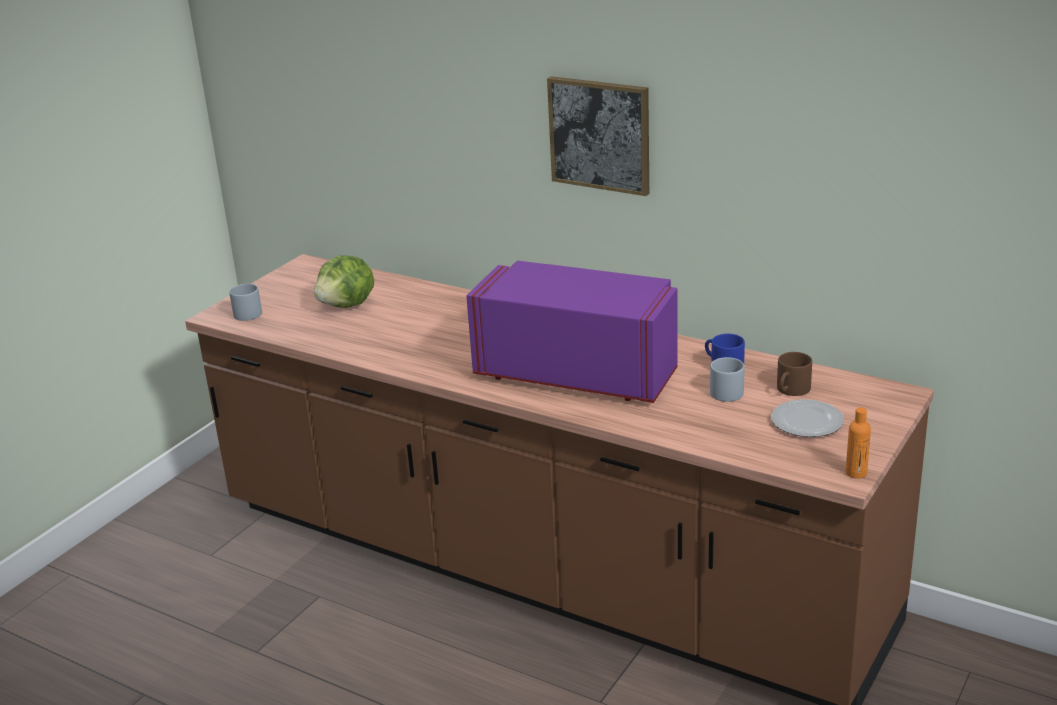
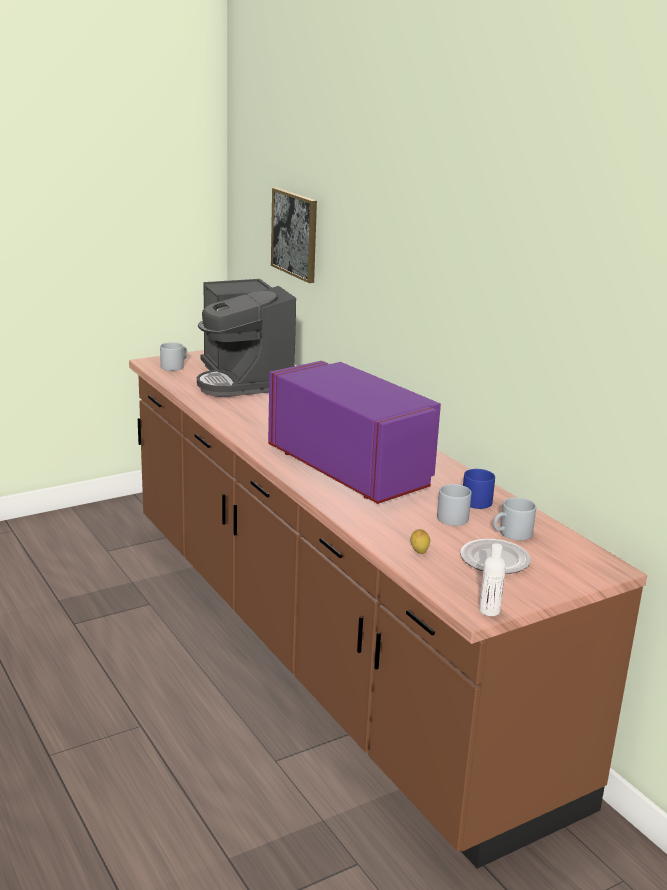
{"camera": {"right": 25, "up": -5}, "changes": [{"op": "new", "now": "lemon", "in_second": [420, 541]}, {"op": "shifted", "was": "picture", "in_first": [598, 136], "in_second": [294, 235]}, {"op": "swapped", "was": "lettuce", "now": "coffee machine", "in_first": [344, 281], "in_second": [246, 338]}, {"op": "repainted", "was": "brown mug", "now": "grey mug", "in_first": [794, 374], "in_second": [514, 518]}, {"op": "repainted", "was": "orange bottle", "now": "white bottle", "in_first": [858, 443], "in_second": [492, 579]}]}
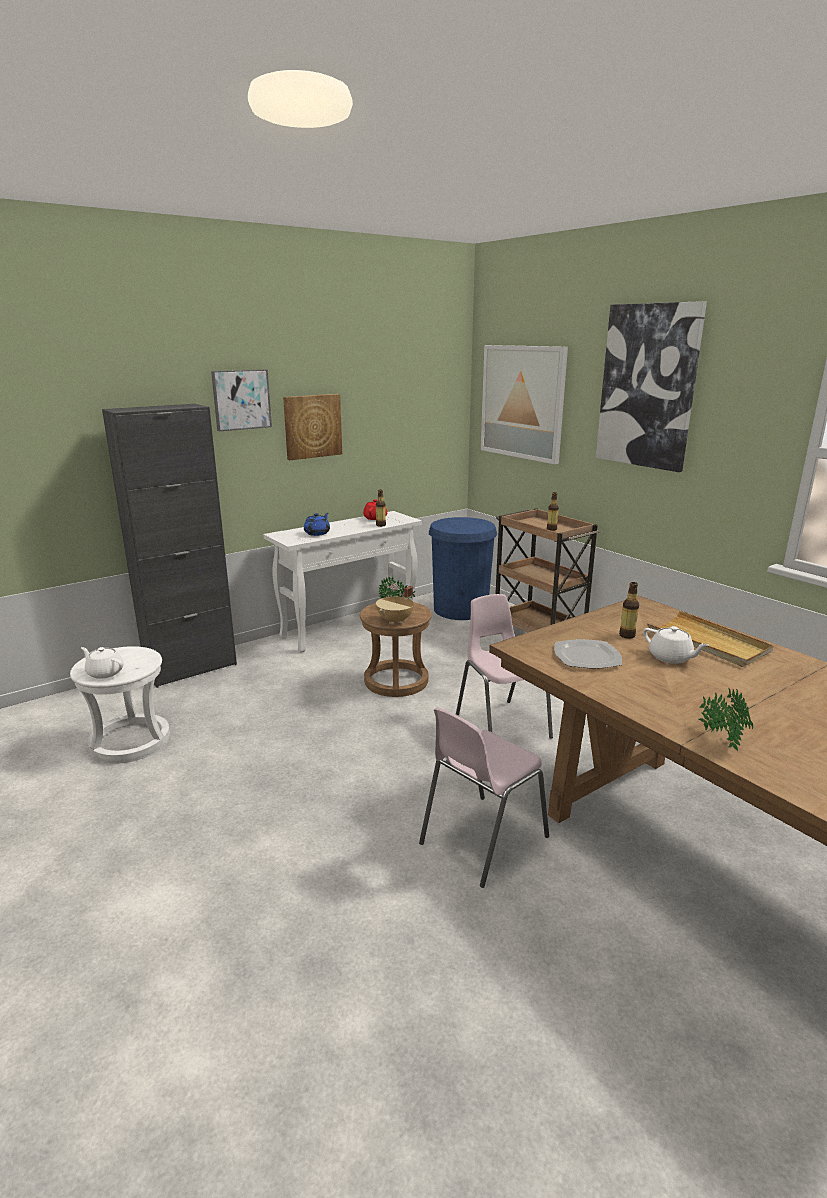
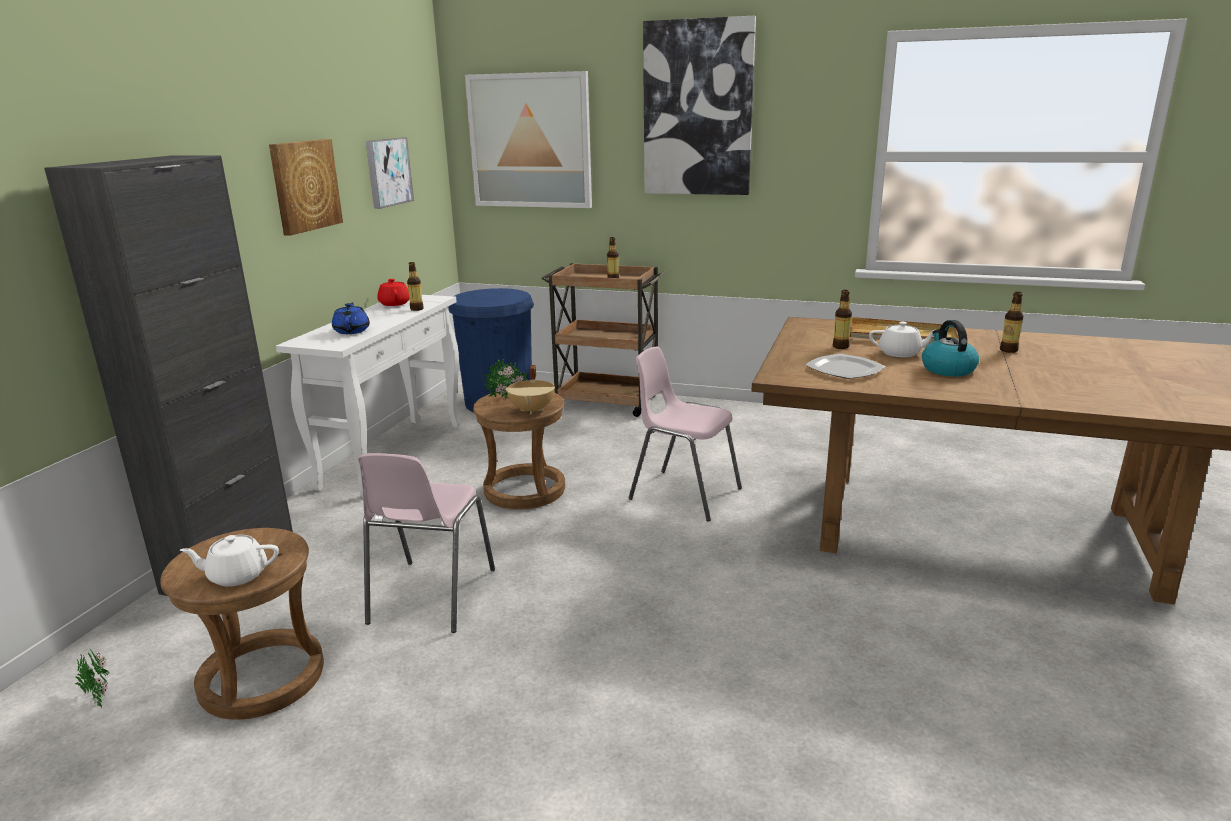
{"camera": {"right": -35, "up": 0}, "changes": [{"op": "new", "now": "kettle", "in_second": [950, 348]}, {"op": "new", "now": "bottle", "in_second": [1011, 322]}, {"op": "shifted", "was": "picture", "in_first": [241, 400], "in_second": [390, 173]}, {"op": "shifted", "was": "pink chair", "in_first": [484, 797], "in_second": [426, 543]}, {"op": "shifted", "was": "potted plant", "in_first": [726, 719], "in_second": [92, 678]}, {"op": "repainted", "was": "white stool", "now": "brown stool", "in_first": [120, 704], "in_second": [242, 624]}]}
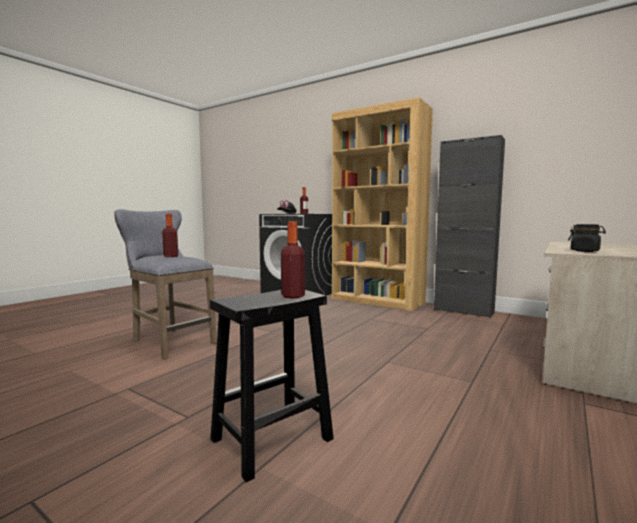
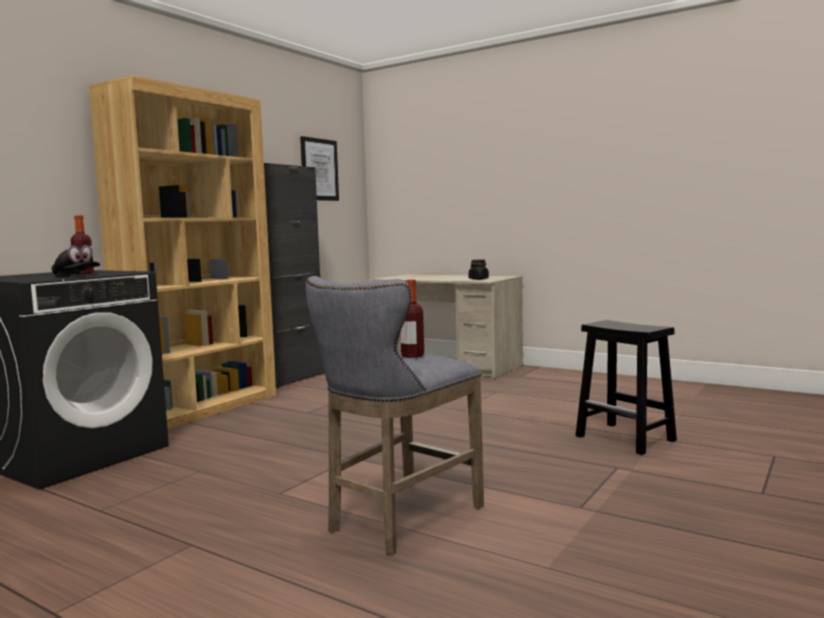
{"camera": {"right": -90, "up": 0}, "changes": [{"op": "gone", "was": "bottle", "in_first": [293, 260]}, {"op": "new", "now": "picture", "in_second": [319, 168]}]}
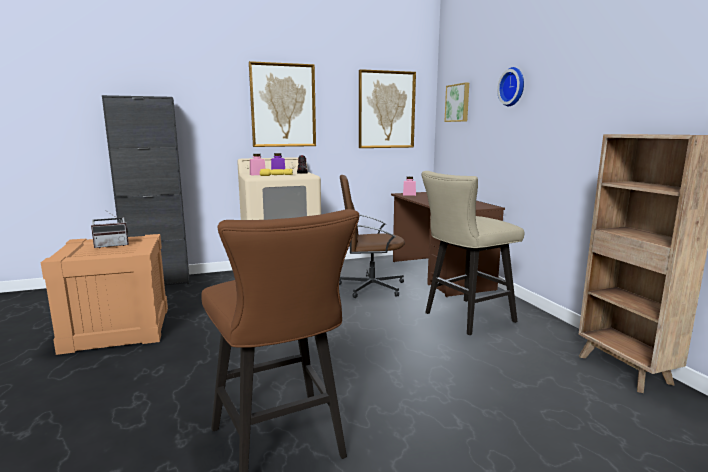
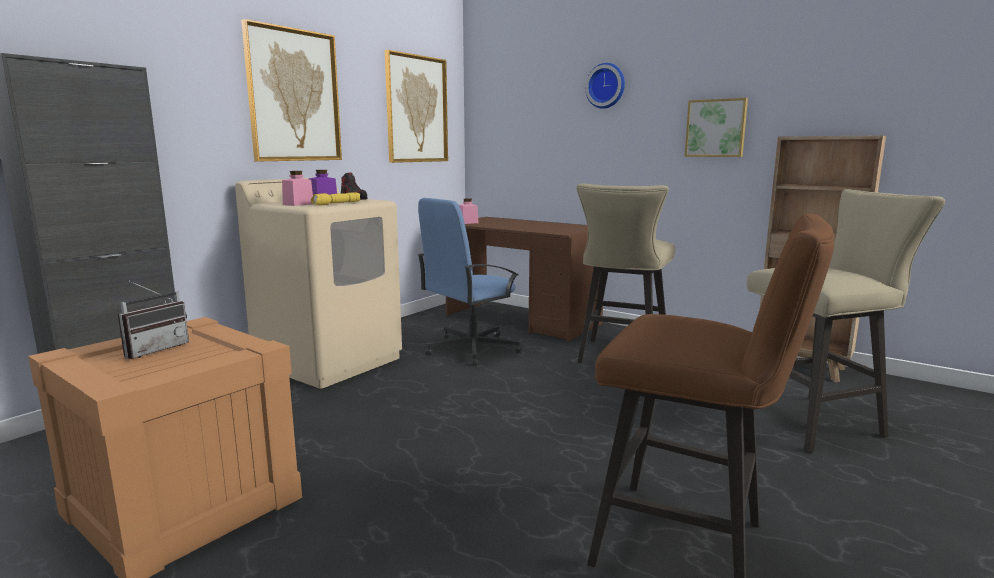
{"camera": {"right": -35, "up": 0}, "changes": [{"op": "new", "now": "beige stool", "in_second": [846, 321]}, {"op": "shifted", "was": "picture", "in_first": [456, 102], "in_second": [716, 127]}, {"op": "repainted", "was": "brown office chair", "now": "blue office chair", "in_first": [372, 236], "in_second": [470, 281]}]}
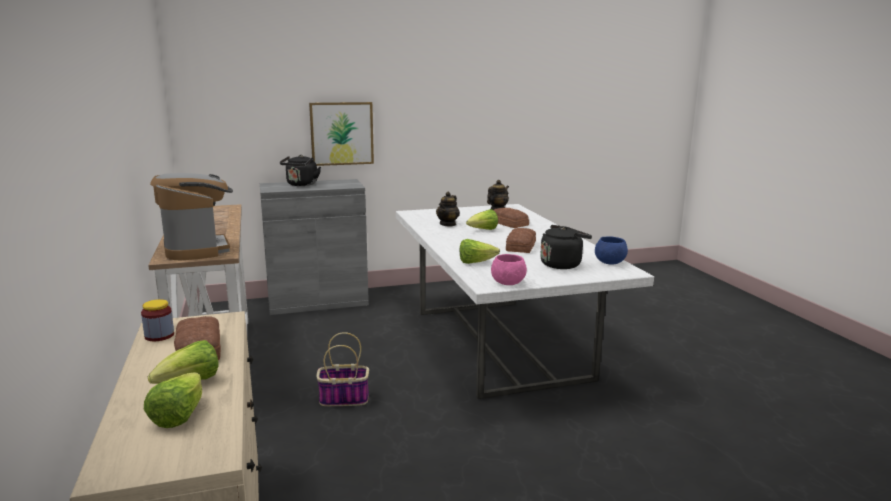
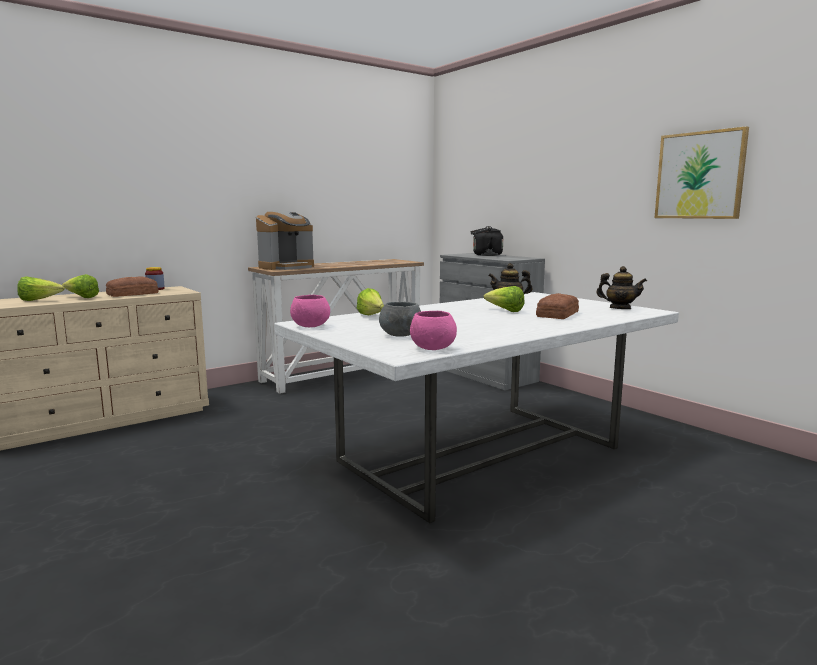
{"camera": {"right": 70, "up": -5}, "changes": [{"op": "gone", "was": "basket", "in_first": [342, 369]}, {"op": "gone", "was": "bread", "in_first": [521, 240]}, {"op": "shifted", "was": "picture", "in_first": [341, 134], "in_second": [702, 172]}, {"op": "swapped", "was": "black kettle", "now": "grey bowl", "in_first": [566, 247], "in_second": [400, 319]}, {"op": "repainted", "was": "blue bowl", "now": "pink bowl", "in_first": [611, 250], "in_second": [433, 330]}]}
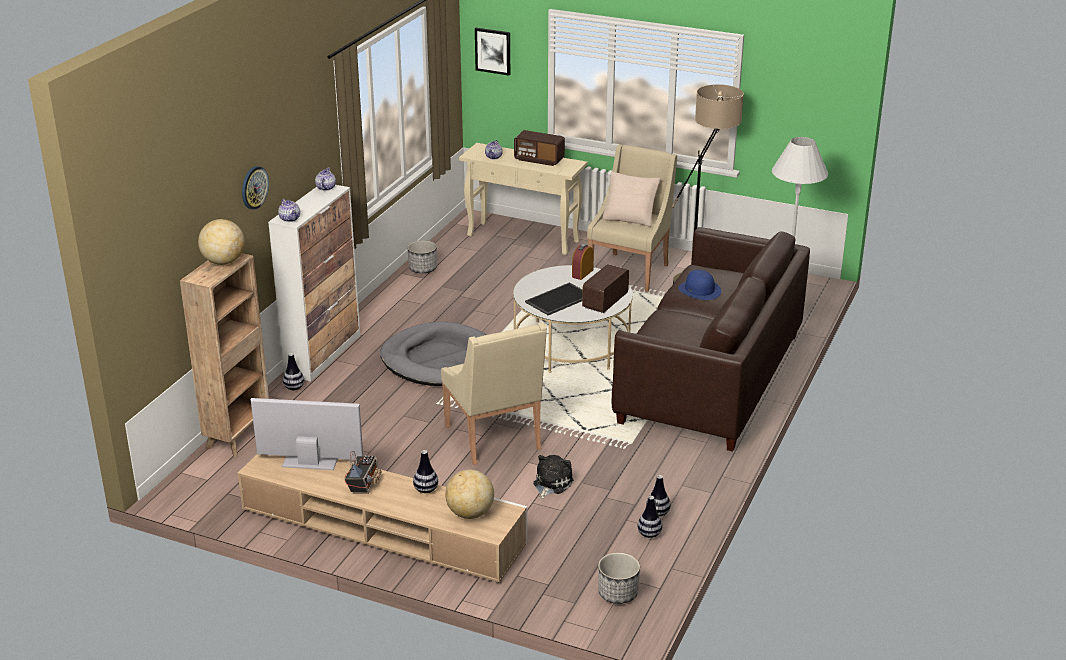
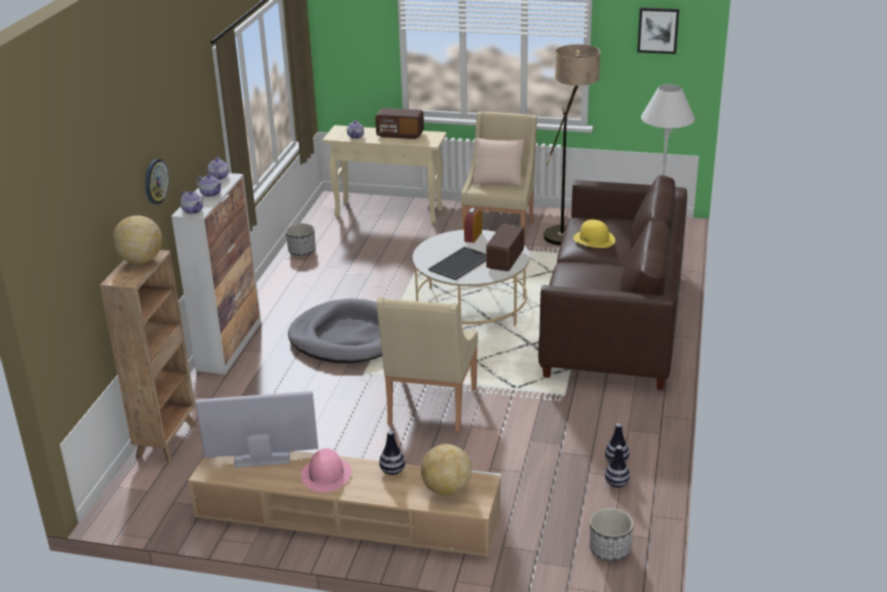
{"camera": {"right": -10, "up": 0}, "changes": [{"op": "gone", "was": "vase", "in_first": [293, 372]}, {"op": "gone", "was": "plush toy", "in_first": [553, 477]}, {"op": "new", "now": "teapot", "in_second": [209, 186]}, {"op": "shifted", "was": "picture", "in_first": [492, 51], "in_second": [658, 30]}, {"op": "swapped", "was": "radio", "now": "pink hat", "in_first": [363, 472], "in_second": [326, 470]}, {"op": "repainted", "was": "blue hat", "now": "yellow hat", "in_first": [700, 285], "in_second": [594, 234]}, {"op": "rotated", "was": "beige armchair", "in_first": [494, 393], "in_second": [427, 364], "clockwise": 45}]}
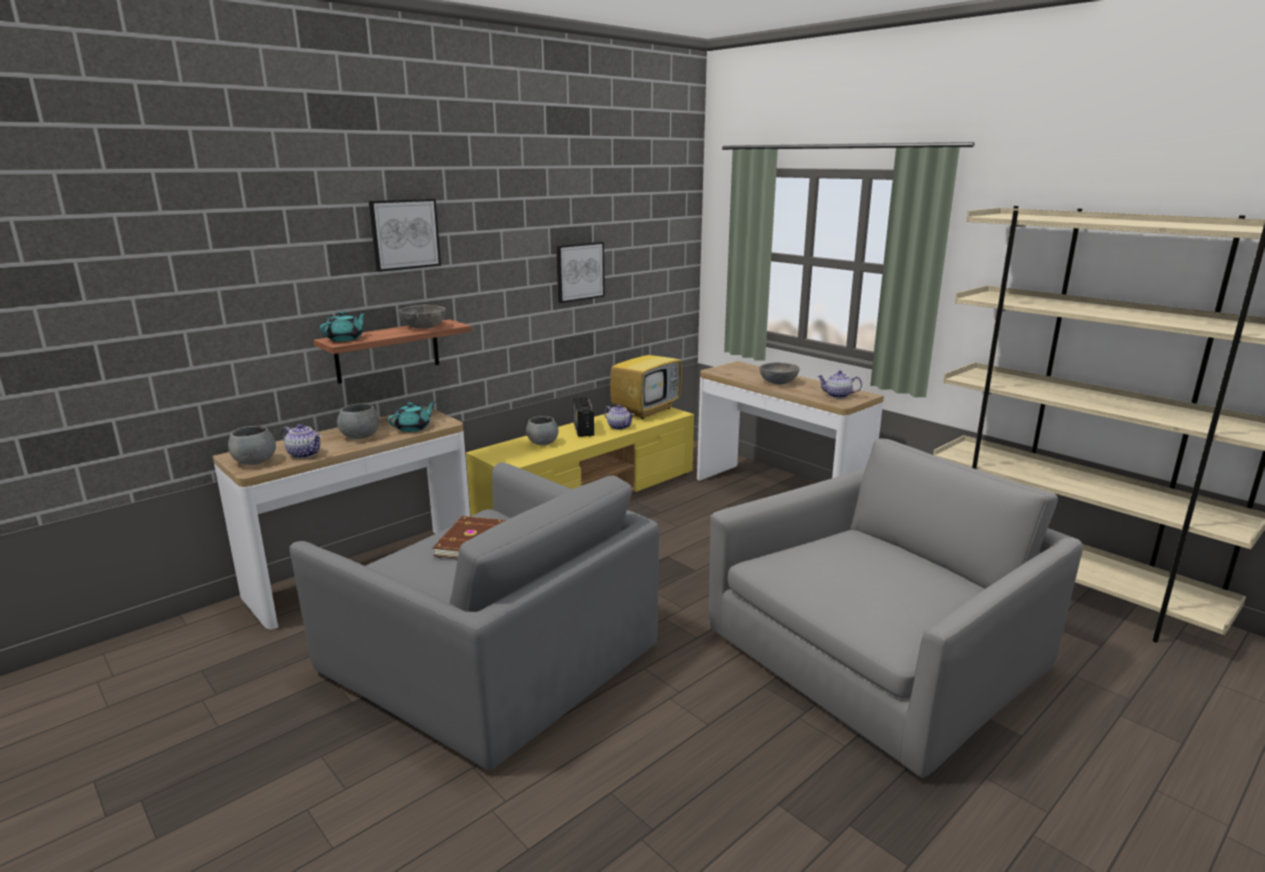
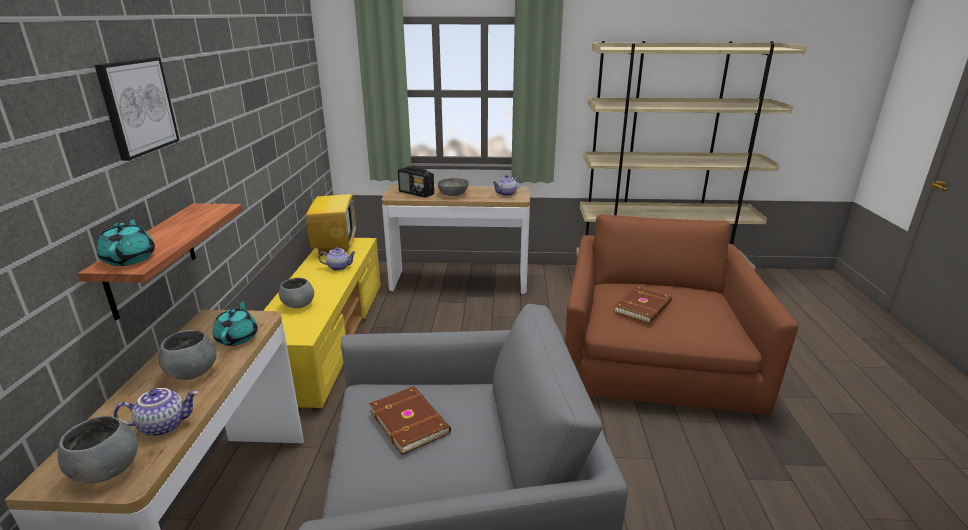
{"camera": {"right": -45, "up": 5}, "changes": [{"op": "gone", "was": "grey bowl", "in_first": [422, 317]}, {"op": "gone", "was": "picture", "in_first": [580, 272]}, {"op": "new", "now": "brown book", "in_second": [643, 305]}, {"op": "shifted", "was": "radio", "in_first": [583, 416], "in_second": [416, 182]}, {"op": "repainted", "was": "grey armchair", "now": "brown armchair", "in_first": [896, 608], "in_second": [681, 315]}]}
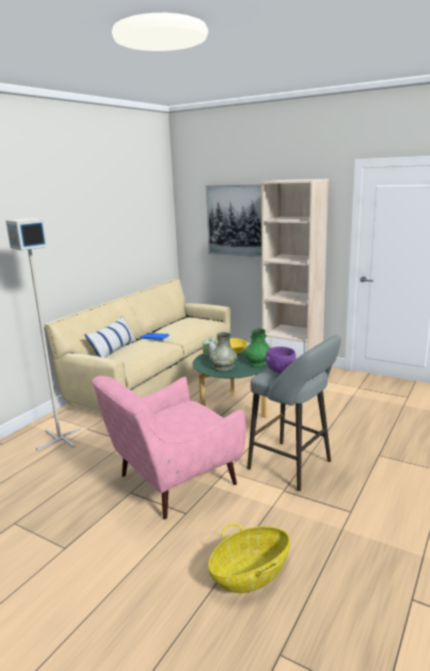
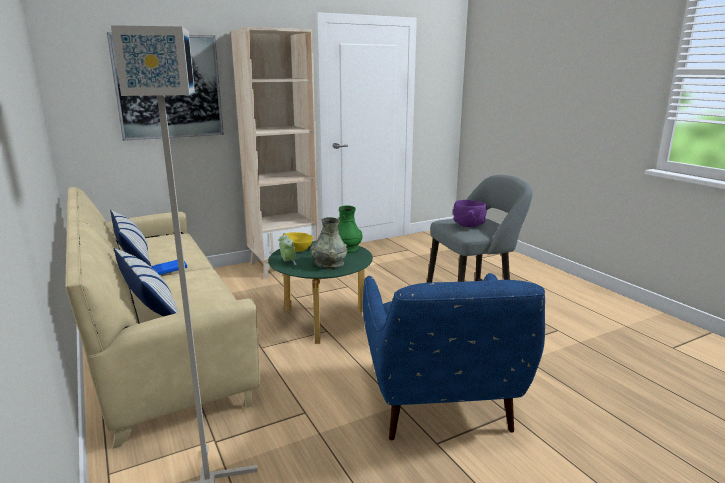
{"camera": {"right": -60, "up": 0}, "changes": [{"op": "gone", "was": "basket", "in_first": [249, 558]}, {"op": "new", "now": "pillow", "in_second": [130, 238]}, {"op": "repainted", "was": "pink armchair", "now": "blue armchair", "in_first": [169, 447], "in_second": [454, 356]}]}
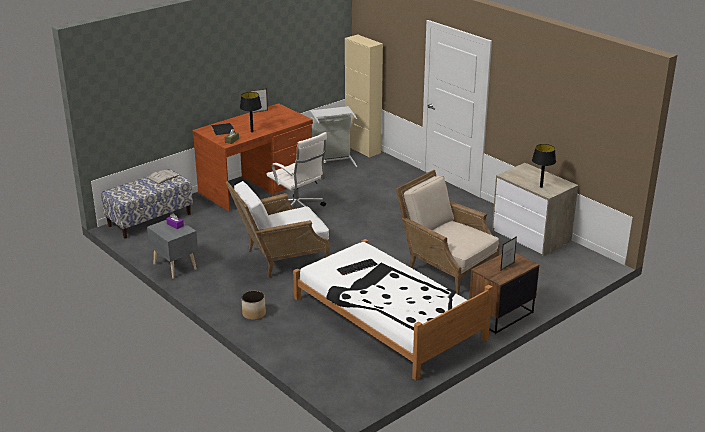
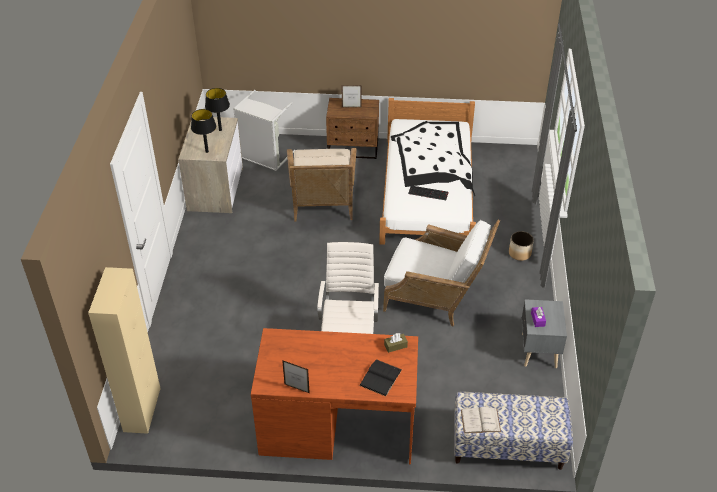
{"camera": {"right": -135, "up": 15}, "changes": [{"op": "shifted", "was": "black table lamp", "in_first": [251, 112], "in_second": [203, 131]}, {"op": "shifted", "was": "grey laundry basket", "in_first": [333, 136], "in_second": [264, 130]}]}
